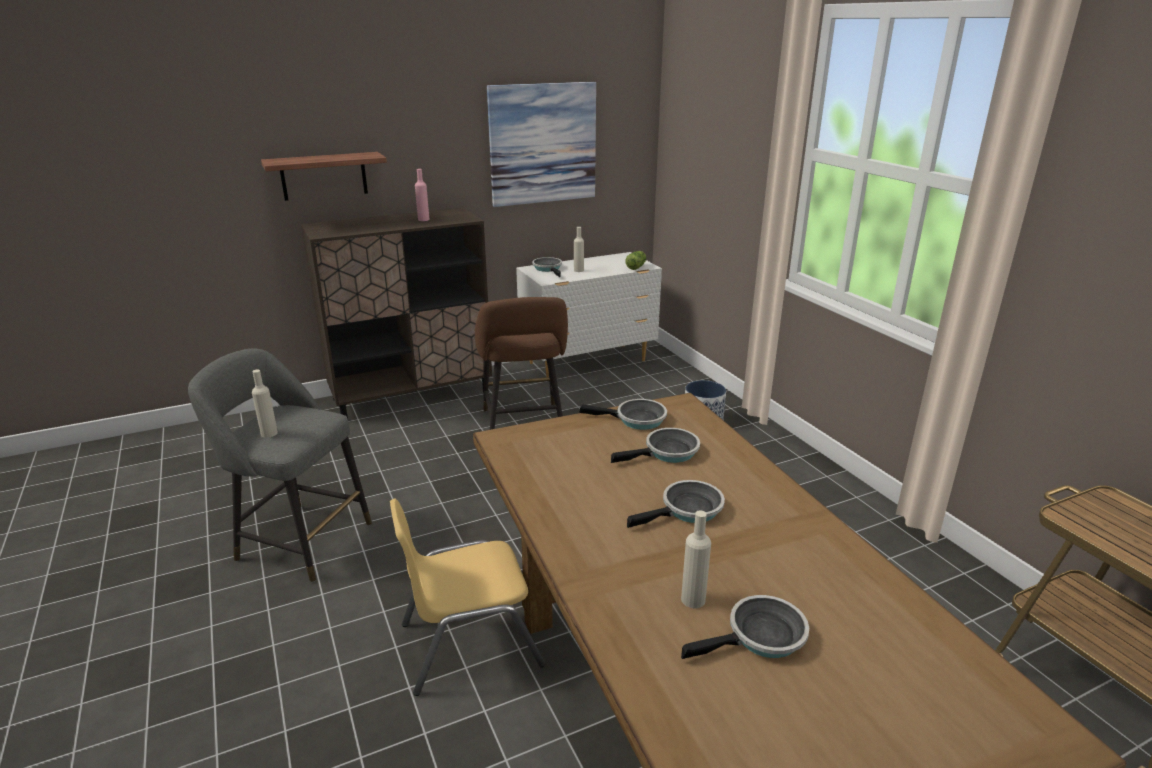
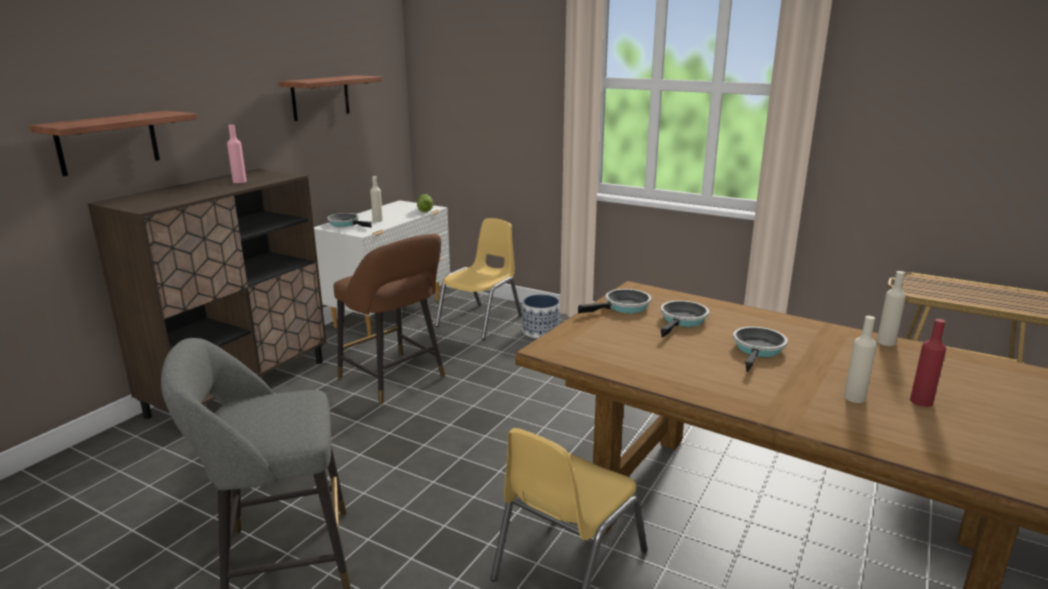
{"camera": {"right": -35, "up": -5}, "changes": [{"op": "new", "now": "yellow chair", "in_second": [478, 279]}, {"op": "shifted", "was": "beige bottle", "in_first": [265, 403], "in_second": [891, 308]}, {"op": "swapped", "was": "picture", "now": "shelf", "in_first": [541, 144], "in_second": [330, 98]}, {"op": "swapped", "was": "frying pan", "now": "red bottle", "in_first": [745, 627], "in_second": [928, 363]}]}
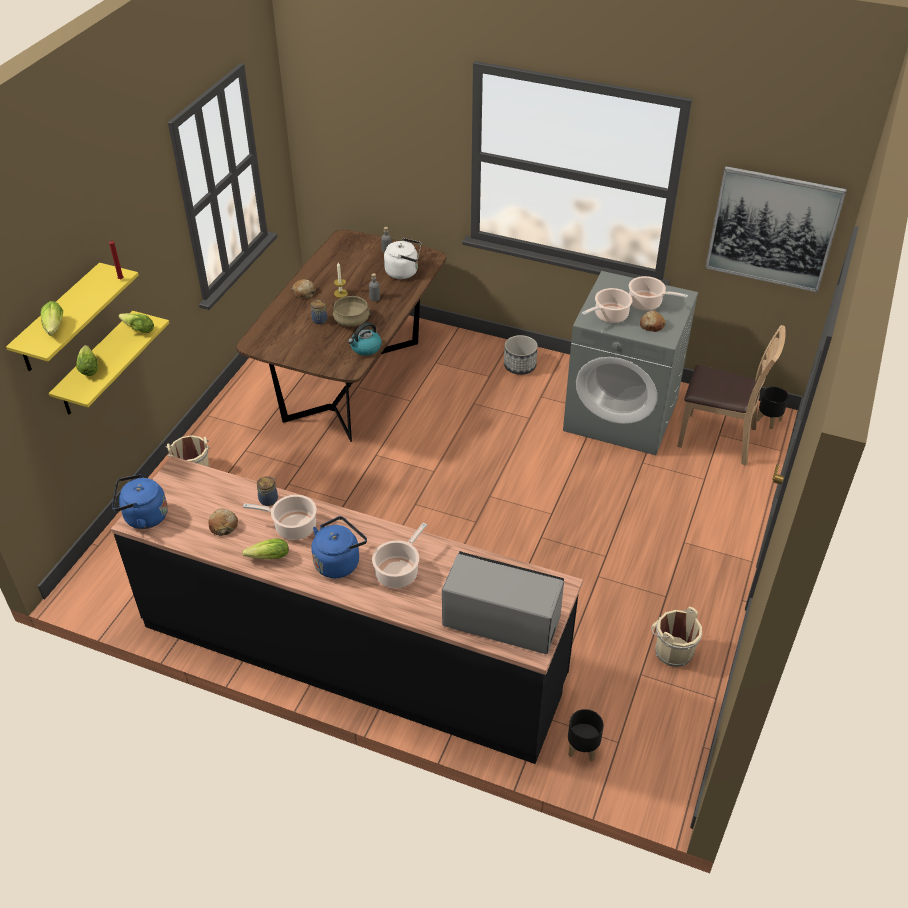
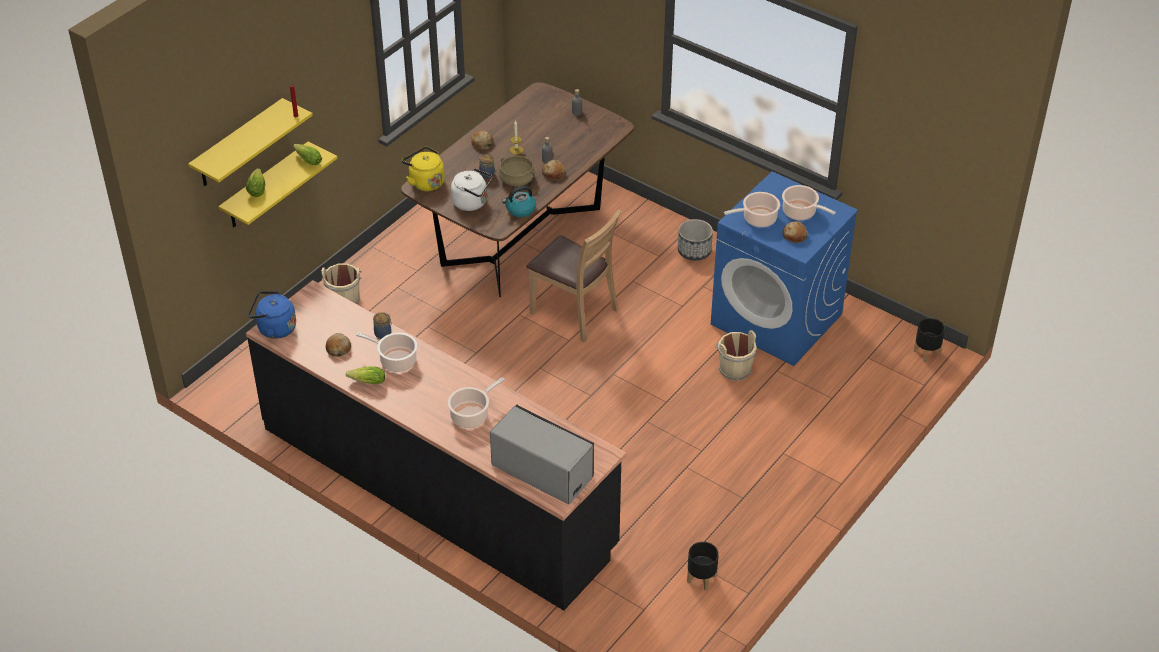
{"camera": {"right": 15, "up": 0}, "changes": [{"op": "gone", "was": "lettuce", "in_first": [51, 318]}, {"op": "gone", "was": "blue kettle", "in_first": [339, 547]}, {"op": "gone", "was": "picture", "in_first": [776, 229]}, {"op": "new", "now": "yellow kettle", "in_second": [423, 169]}, {"op": "new", "now": "bread", "in_second": [554, 170]}, {"op": "shifted", "was": "white kettle", "in_first": [402, 258], "in_second": [471, 189]}, {"op": "shifted", "was": "black planter", "in_first": [586, 735], "in_second": [703, 566]}, {"op": "shifted", "was": "beige bucket", "in_first": [676, 637], "in_second": [736, 355]}, {"op": "shifted", "was": "brown chair", "in_first": [731, 395], "in_second": [574, 275]}, {"op": "repainted", "was": "grey washing machine", "now": "blue washing machine", "in_first": [630, 363], "in_second": [784, 268]}]}
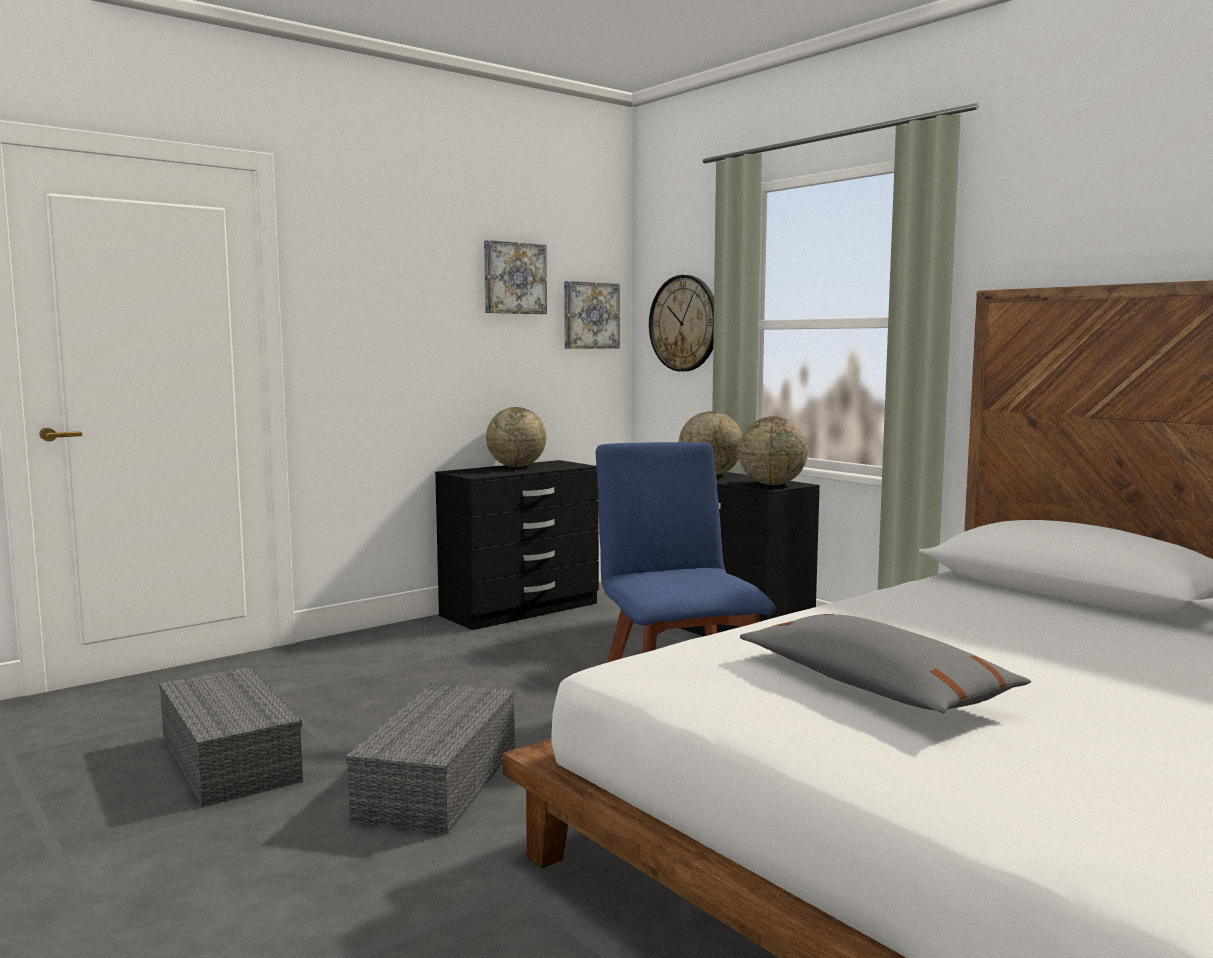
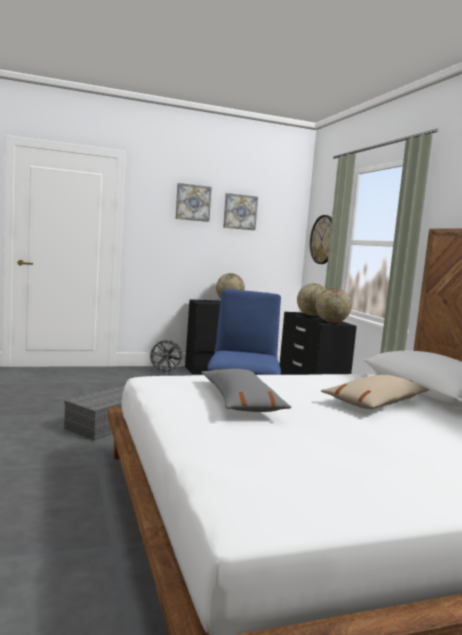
{"camera": {"right": 20, "up": 0}, "changes": [{"op": "gone", "was": "grey storage box", "in_first": [231, 737]}, {"op": "new", "now": "grey fan", "in_second": [165, 356]}, {"op": "new", "now": "beige pillow", "in_second": [375, 392]}, {"op": "shifted", "was": "picture", "in_first": [592, 315], "in_second": [193, 202]}]}
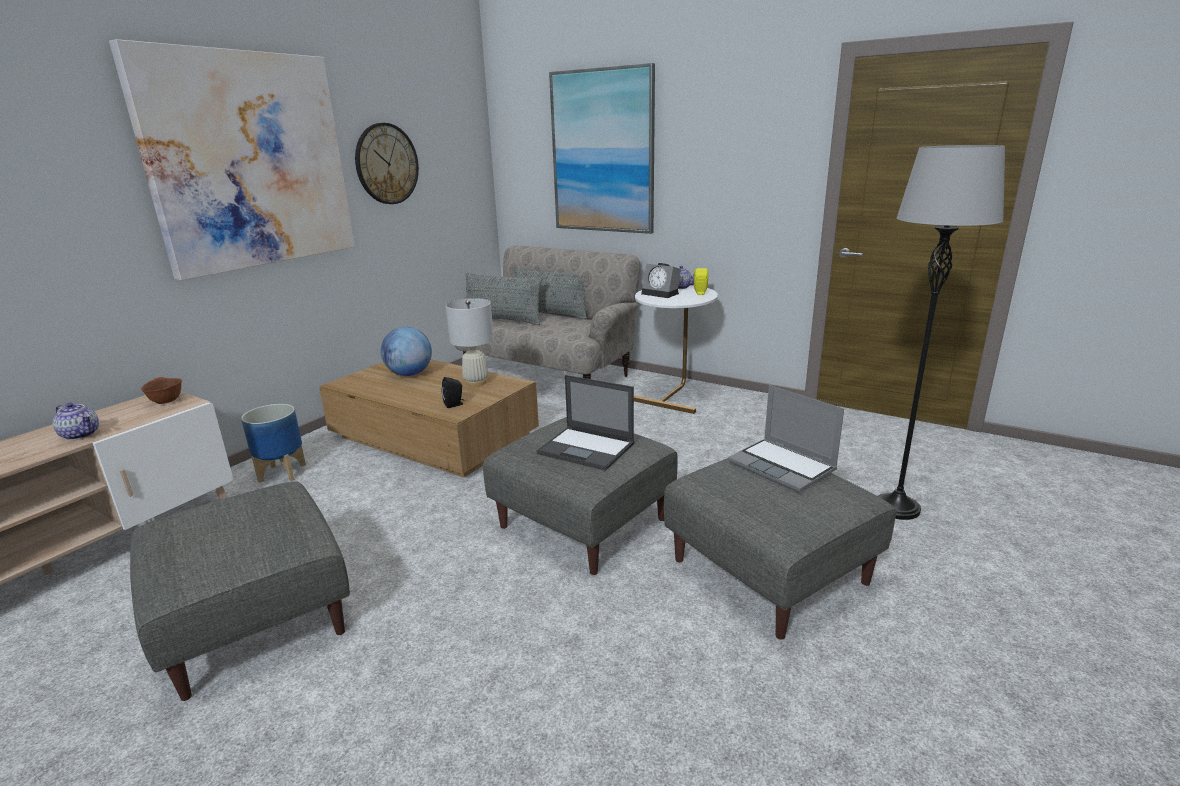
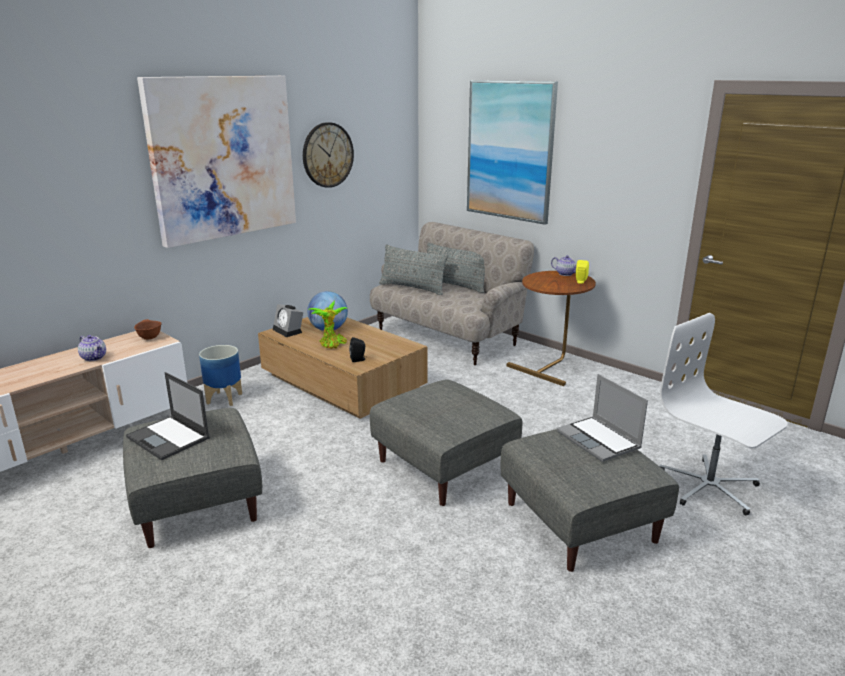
{"camera": {"right": 10, "up": 0}, "changes": [{"op": "gone", "was": "white table lamp", "in_first": [470, 342]}, {"op": "new", "now": "potted plant", "in_second": [327, 324]}, {"op": "shifted", "was": "laptop", "in_first": [585, 423], "in_second": [168, 416]}, {"op": "shifted", "was": "alarm clock", "in_first": [661, 280], "in_second": [288, 320]}, {"op": "swapped", "was": "grey floor lamp", "now": "white office chair", "in_first": [941, 332], "in_second": [724, 414]}, {"op": "repainted", "was": "white side table", "now": "brown side table", "in_first": [676, 349], "in_second": [551, 328]}]}
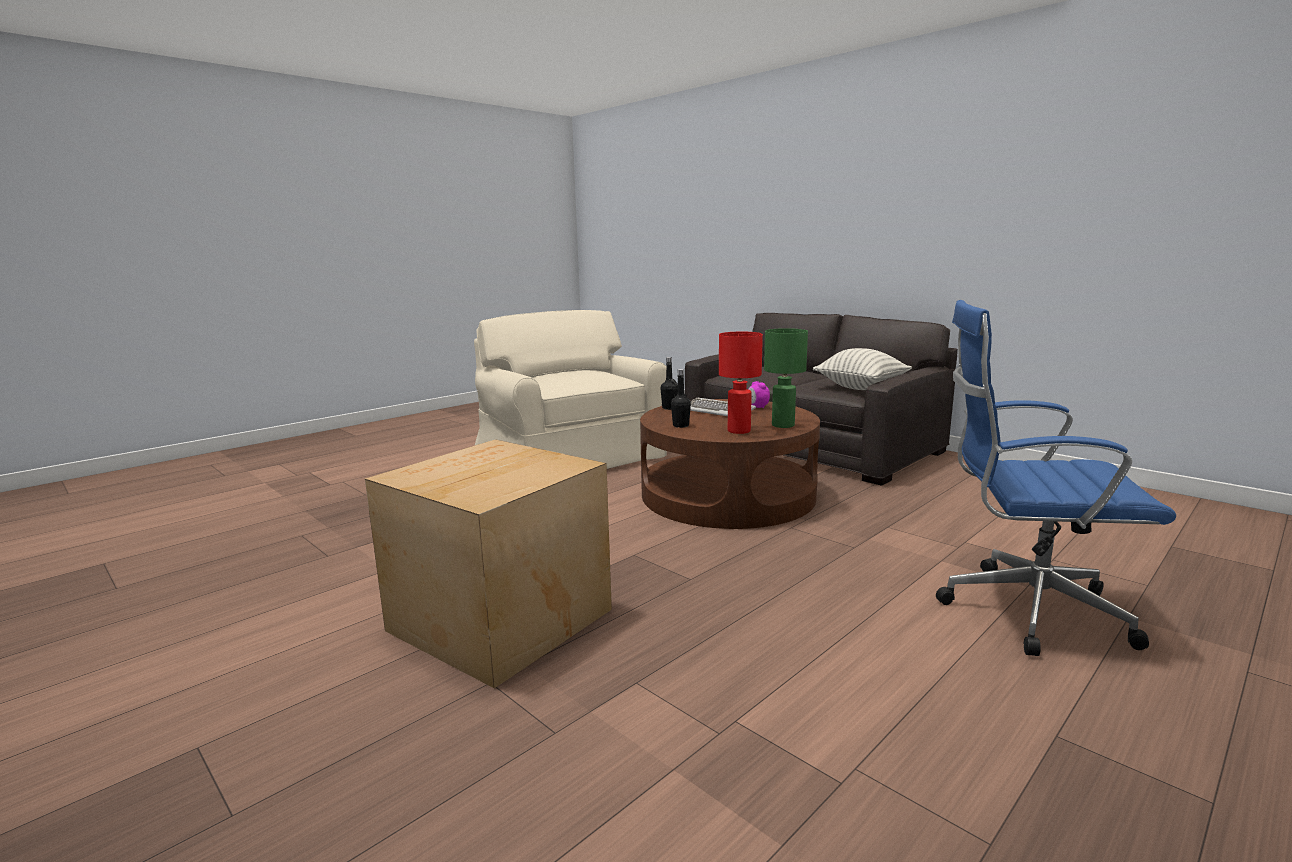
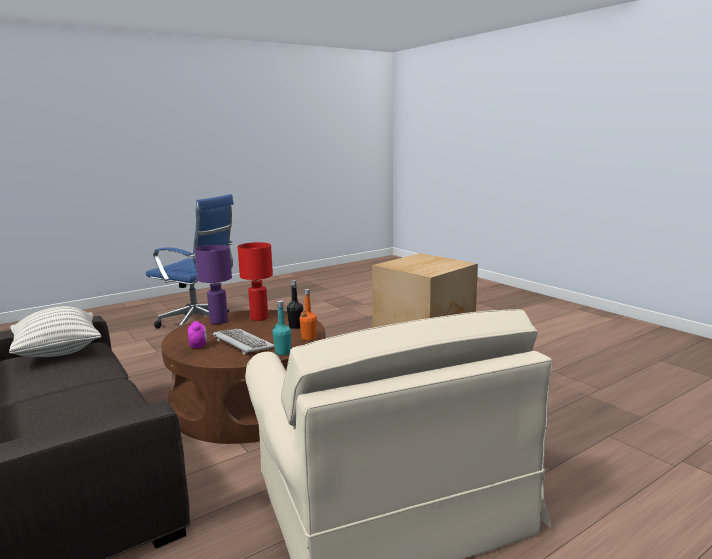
{"camera": {"right": -170, "up": 0}, "changes": [{"op": "new", "now": "orange bottle", "in_second": [308, 315]}, {"op": "repainted", "was": "black bottle", "now": "turquoise bottle", "in_first": [669, 383], "in_second": [281, 327]}, {"op": "repainted", "was": "green table lamp", "now": "purple table lamp", "in_first": [786, 378], "in_second": [213, 284]}]}
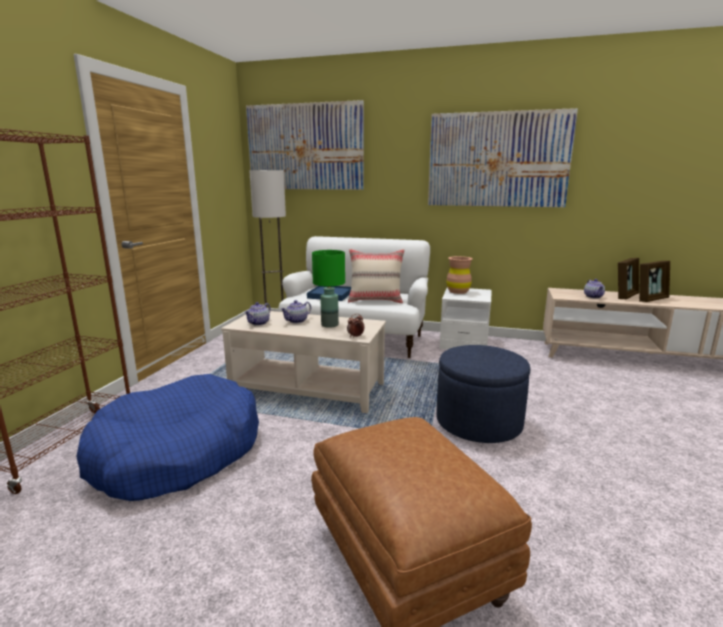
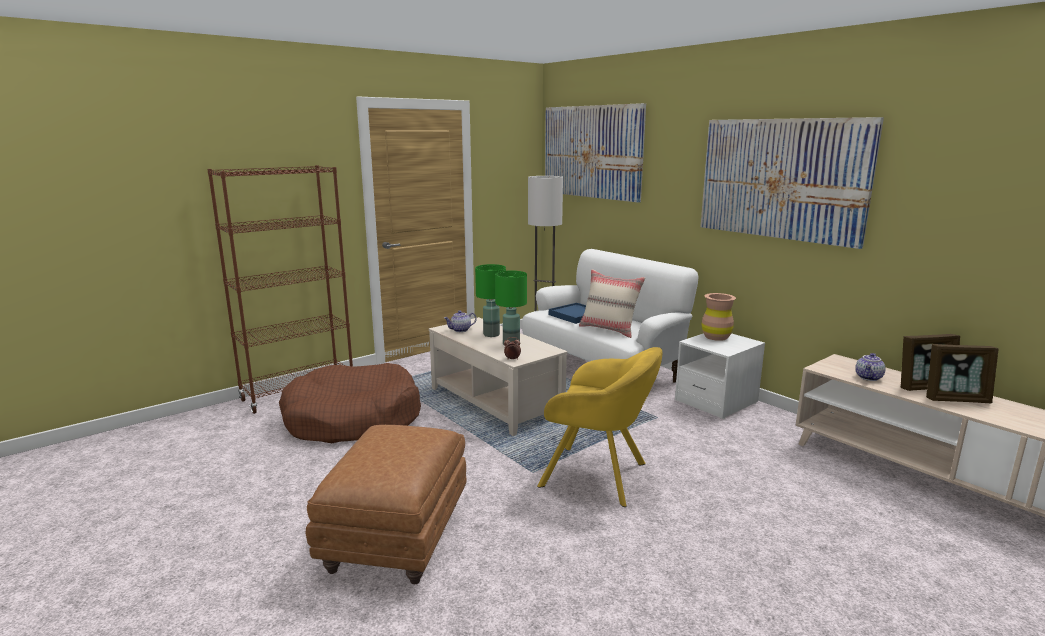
{"camera": {"right": 35, "up": 0}, "changes": [{"op": "swapped", "was": "teapot", "now": "green table lamp", "in_first": [295, 311], "in_second": [490, 300]}, {"op": "swapped", "was": "blue ottoman", "now": "yellow armchair", "in_first": [483, 394], "in_second": [599, 427]}, {"op": "repainted", "was": "blue dog bed", "now": "brown dog bed", "in_first": [167, 437], "in_second": [350, 403]}]}
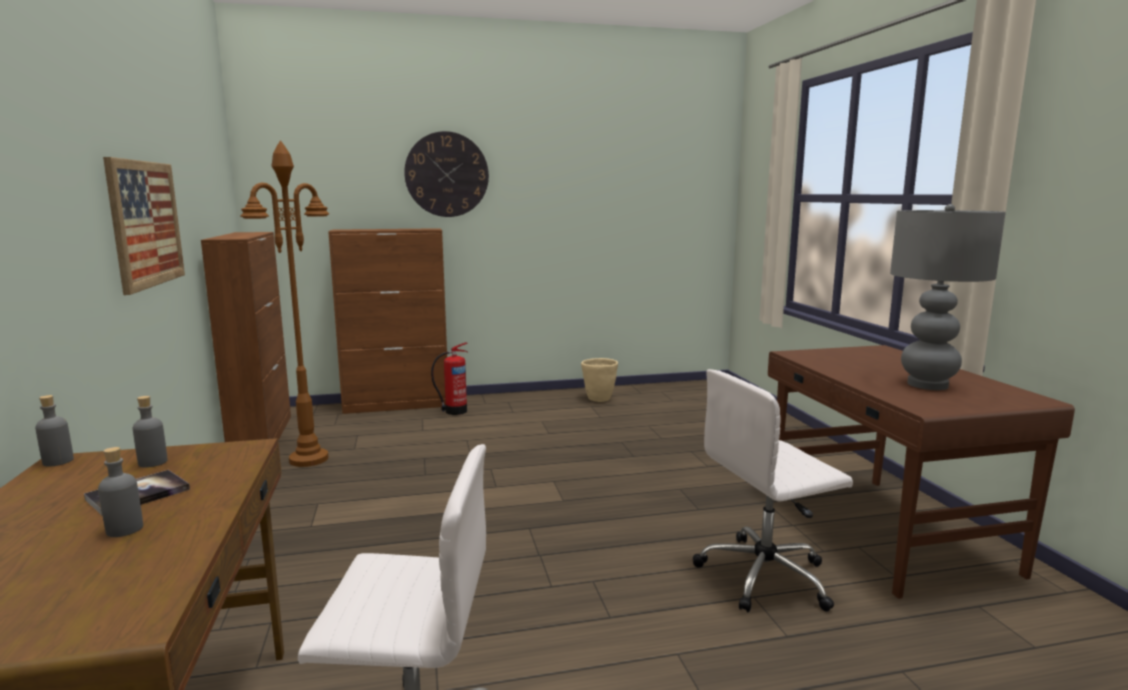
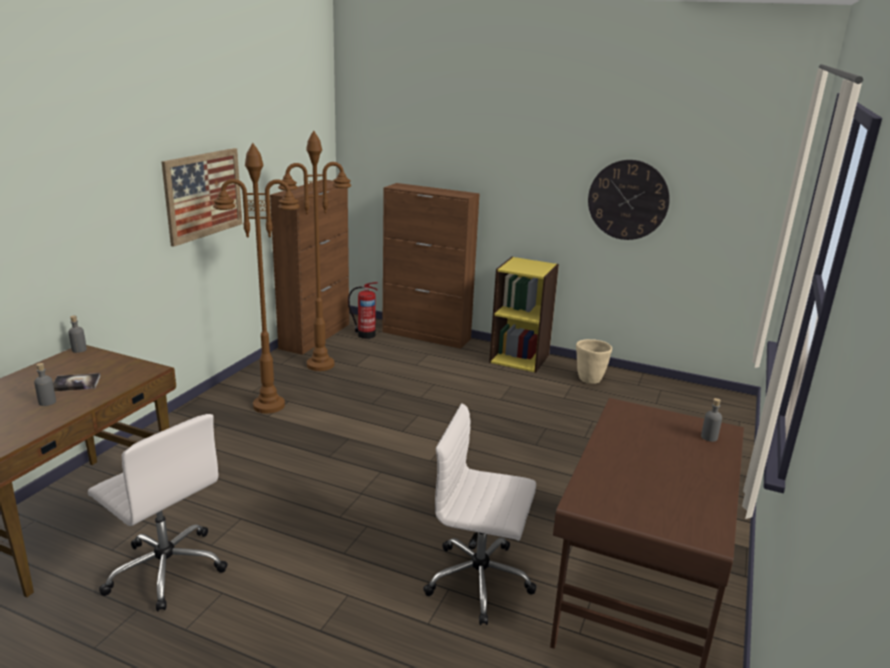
{"camera": {"right": 35, "up": 10}, "changes": [{"op": "gone", "was": "grey table lamp", "in_first": [948, 297]}, {"op": "new", "now": "brown floor lamp", "in_second": [256, 278]}, {"op": "new", "now": "yellow bookcase", "in_second": [524, 315]}, {"op": "shifted", "was": "grey bottle", "in_first": [150, 432], "in_second": [711, 420]}, {"op": "shifted", "was": "wall clock", "in_first": [446, 174], "in_second": [629, 200]}, {"op": "shifted", "was": "fire extinguisher", "in_first": [449, 378], "in_second": [363, 310]}]}
